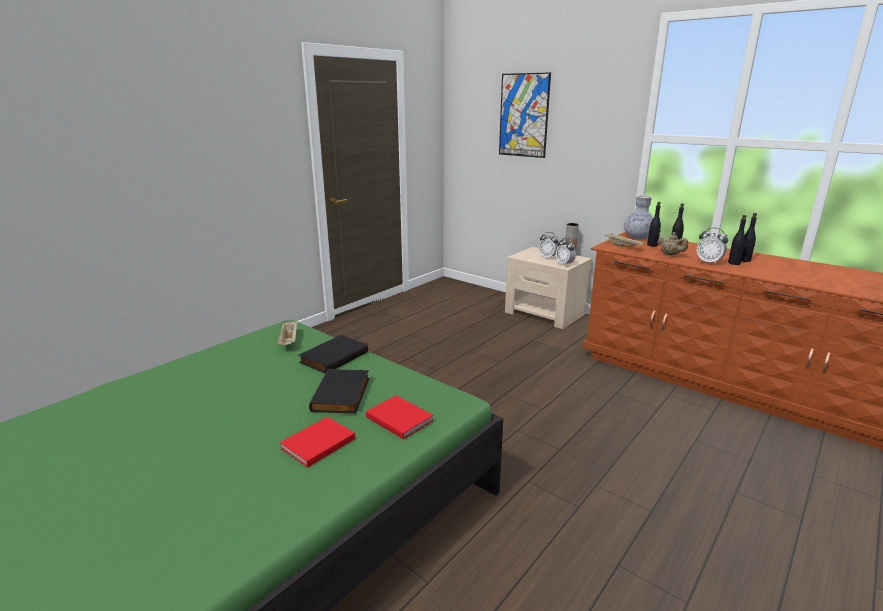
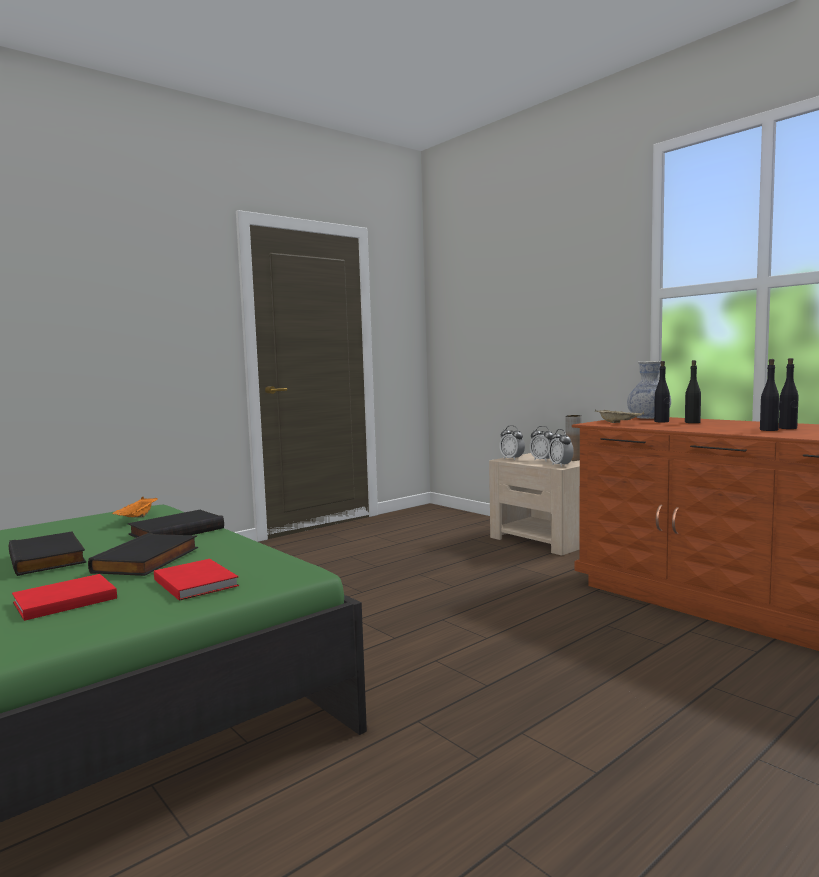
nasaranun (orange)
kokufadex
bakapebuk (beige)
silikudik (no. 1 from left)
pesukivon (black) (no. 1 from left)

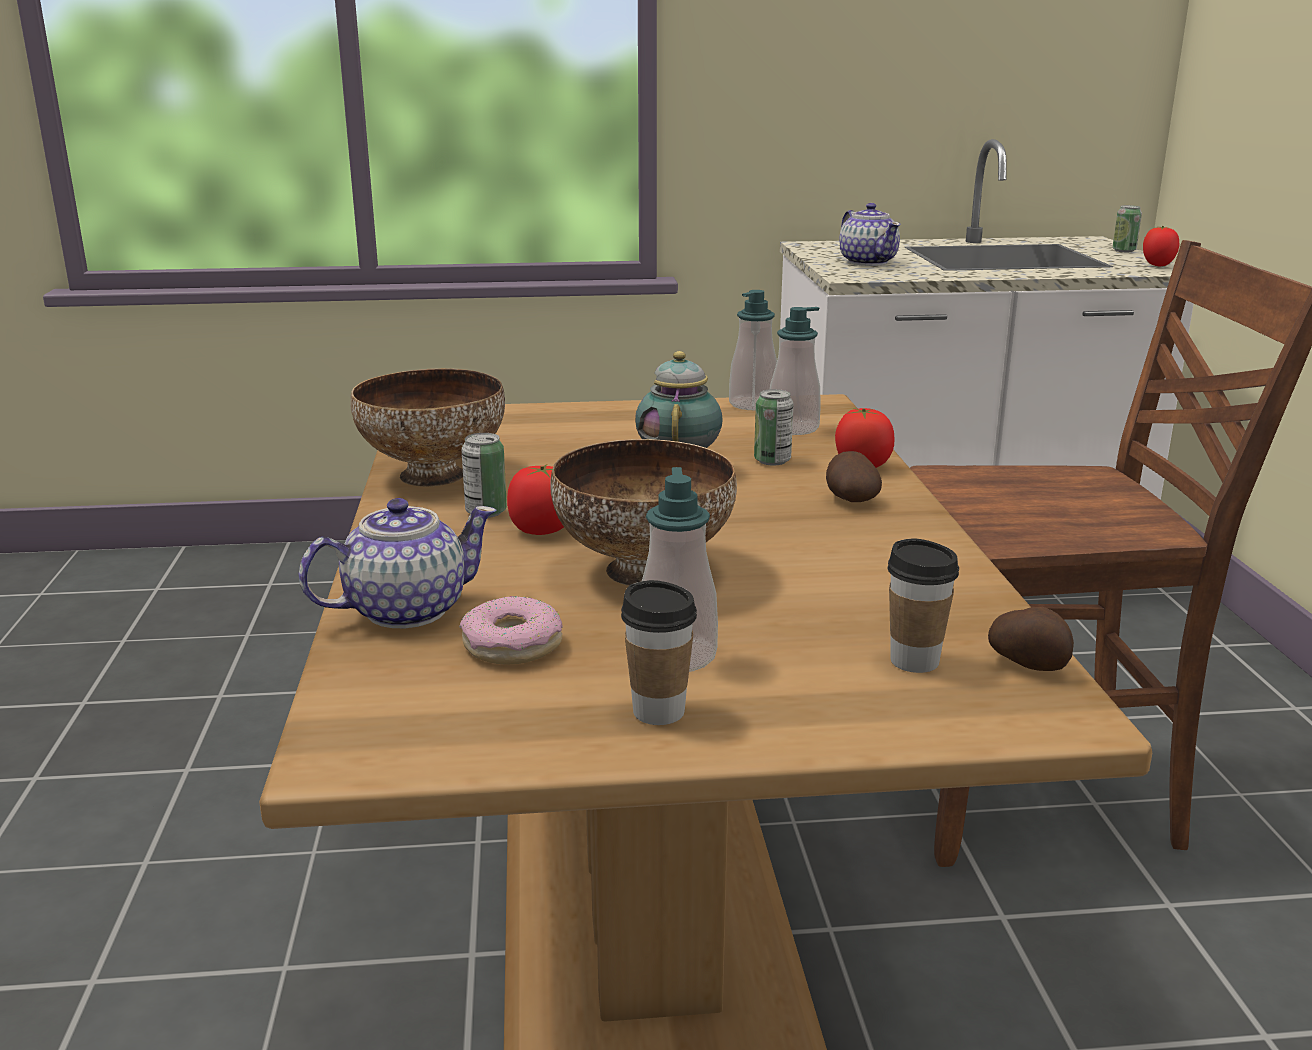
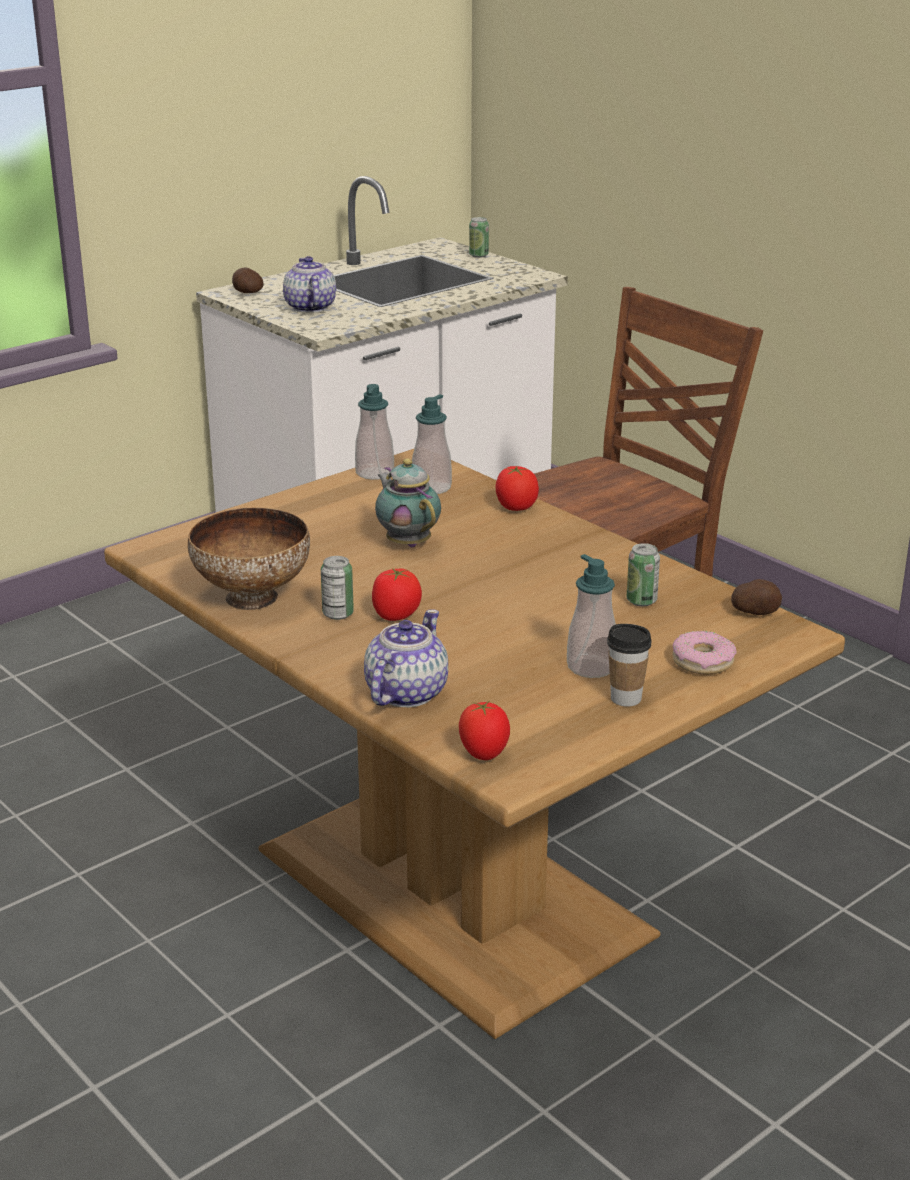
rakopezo
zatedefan (no. 2 from left in the first image)
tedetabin (no. 3 from left)
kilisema (no. 1 from left)
bakapebuk (no. 1 from left)
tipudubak (no. 2 from left in the first image)
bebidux (no. 2 from left)

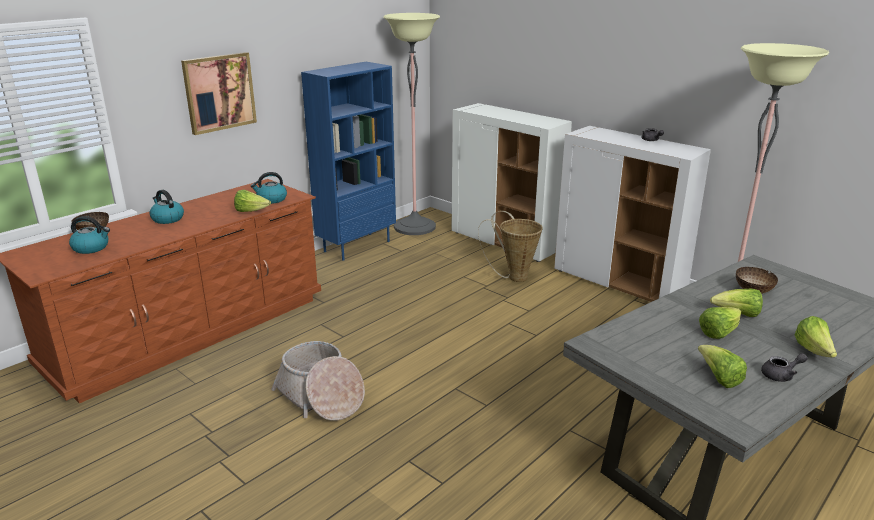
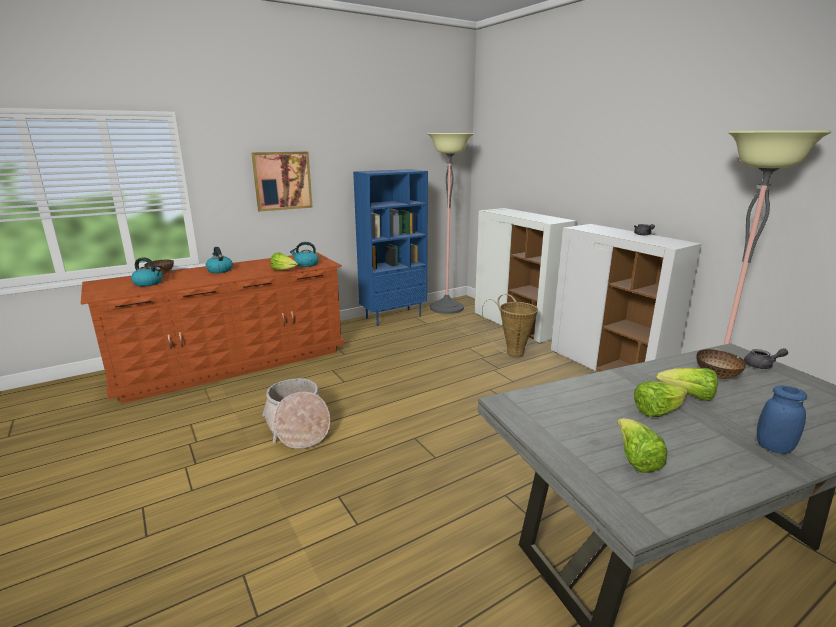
bakapebuk (grey) (no. 2 from left)
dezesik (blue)

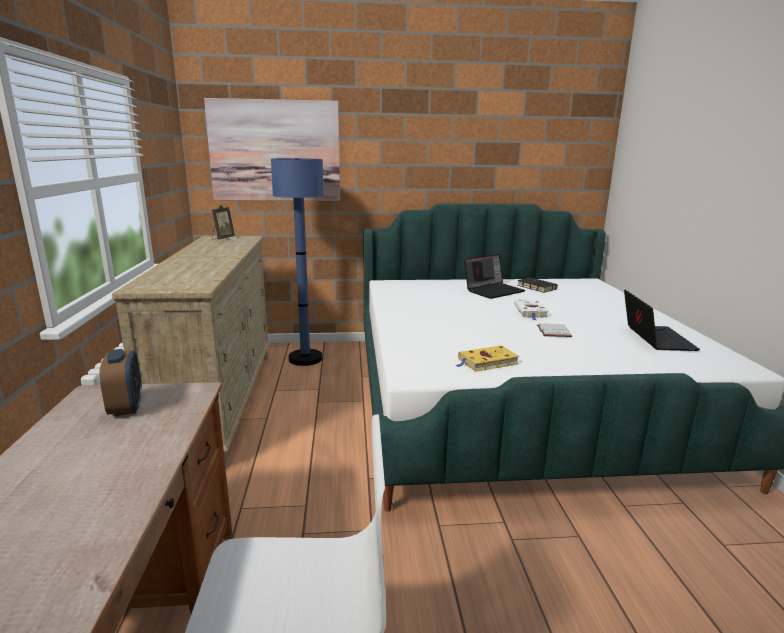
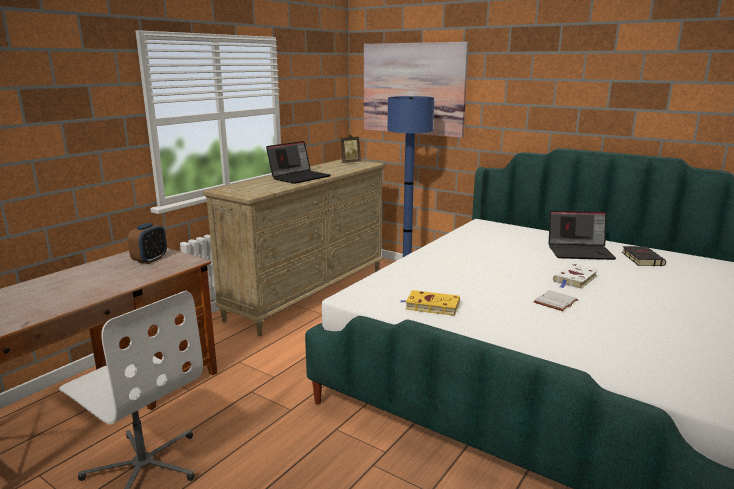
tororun (no. 1 from left)

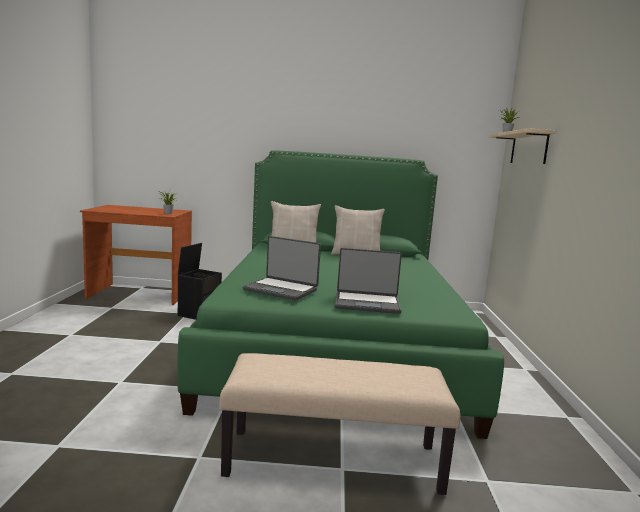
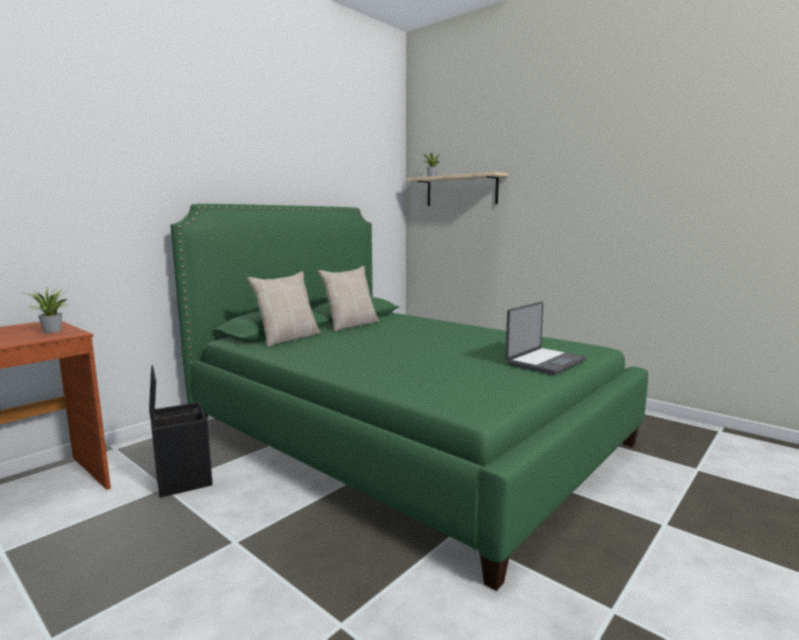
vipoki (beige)
tororun (no. 1 from left in the first image)

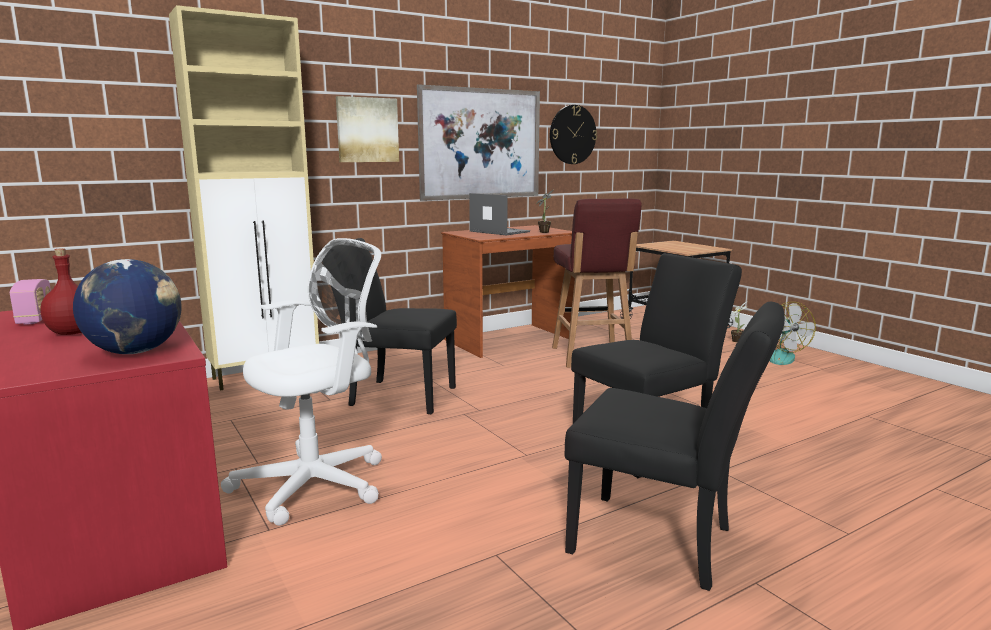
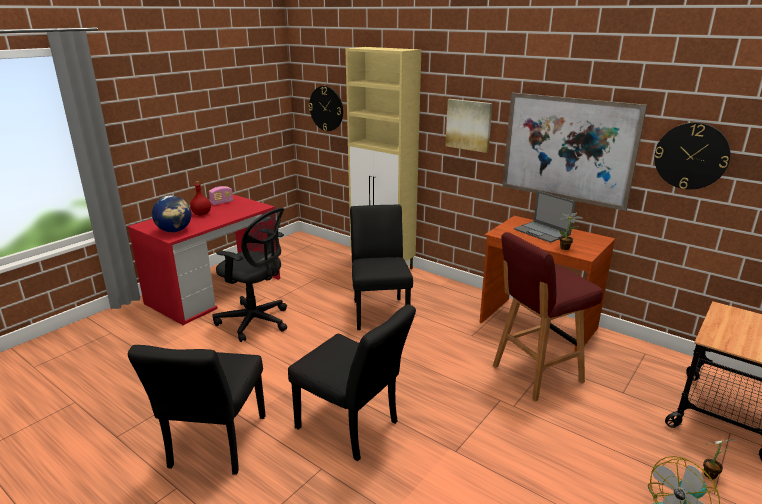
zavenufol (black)
tororun
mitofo (no. 1 from left)

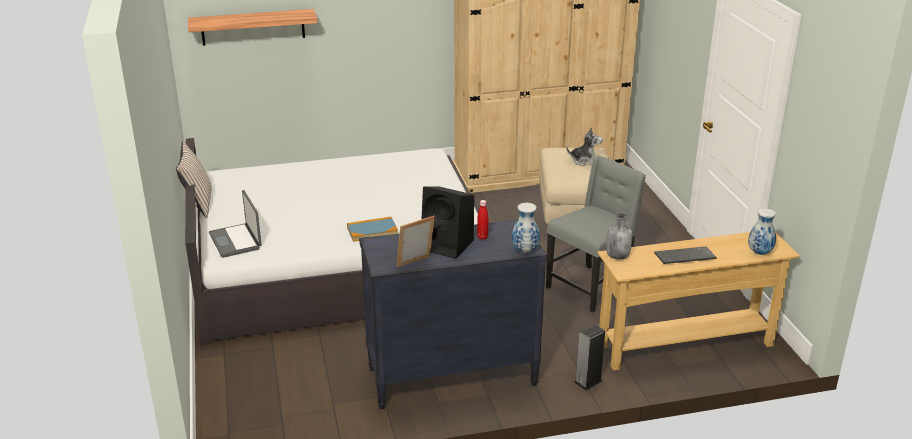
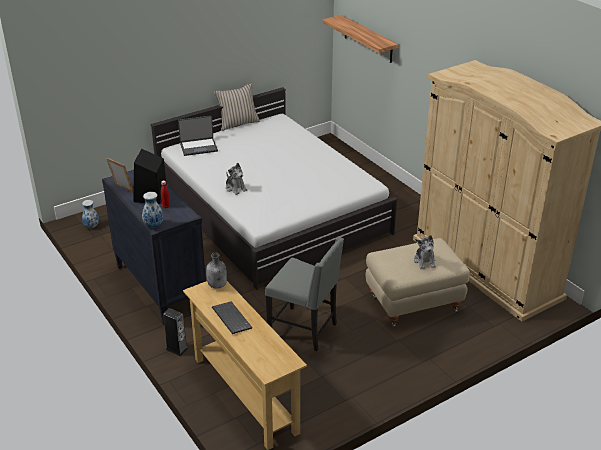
tororun
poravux (no. 1 from left)
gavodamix (no. 1 from left)

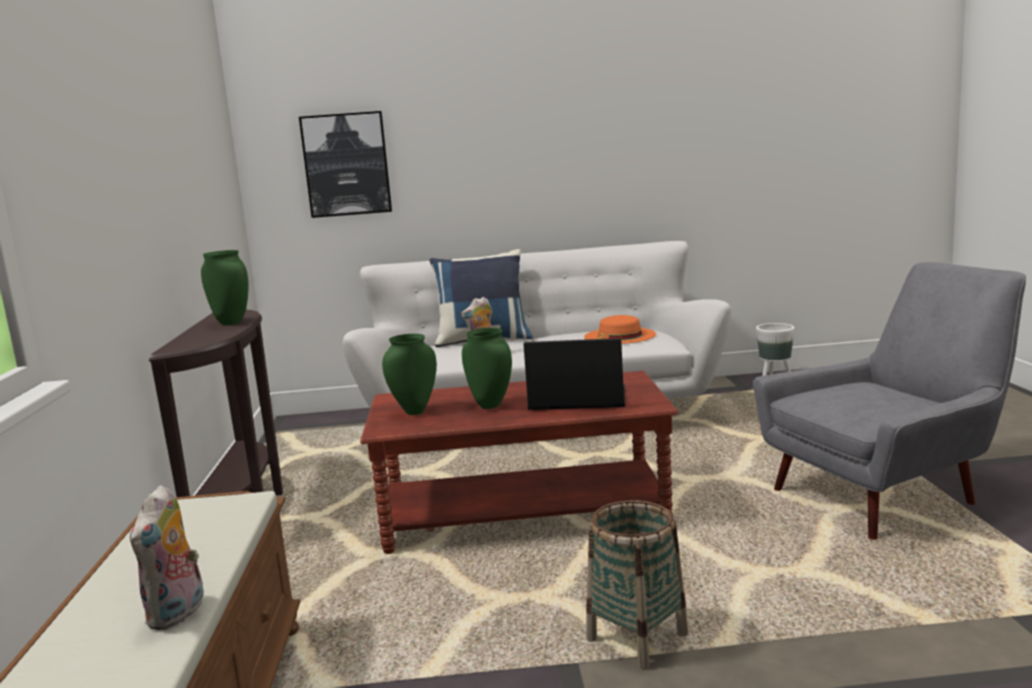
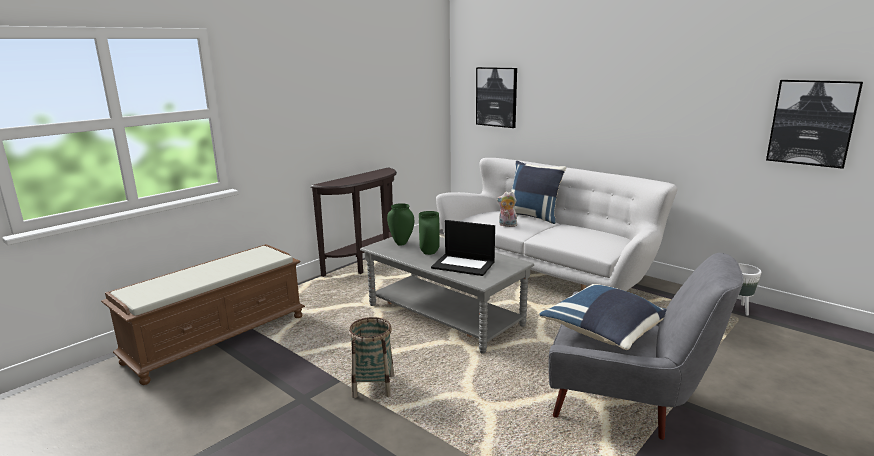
poravux (no. 1 from left in the first image)
gavodamix (green) (no. 1 from left in the first image)
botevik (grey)
tororun
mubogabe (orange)
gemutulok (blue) (no. 2 from left)
kokufadex (no. 2 from left)

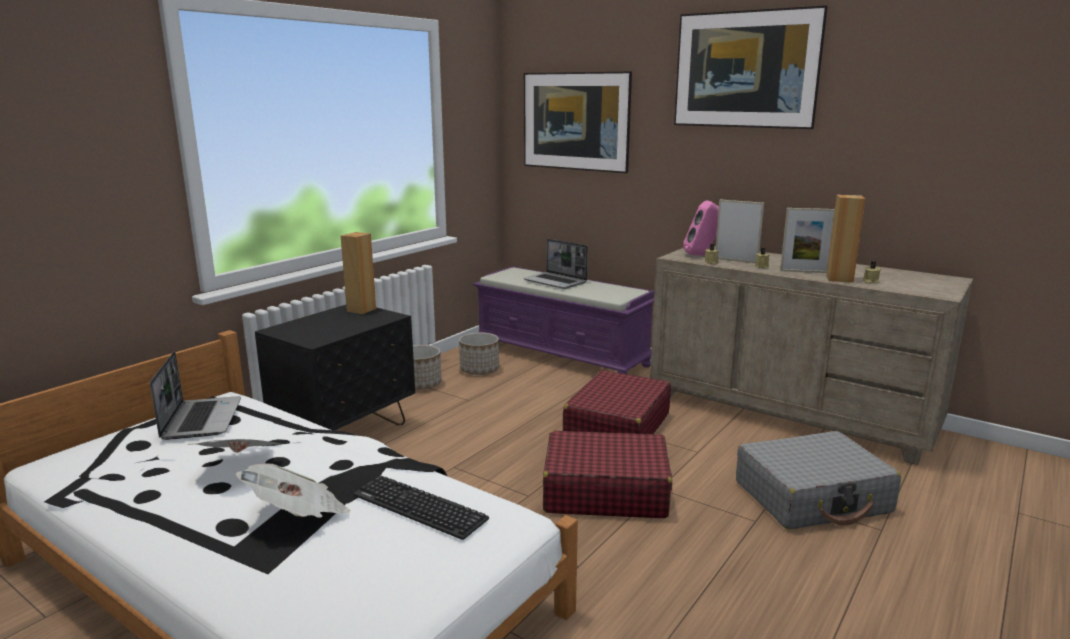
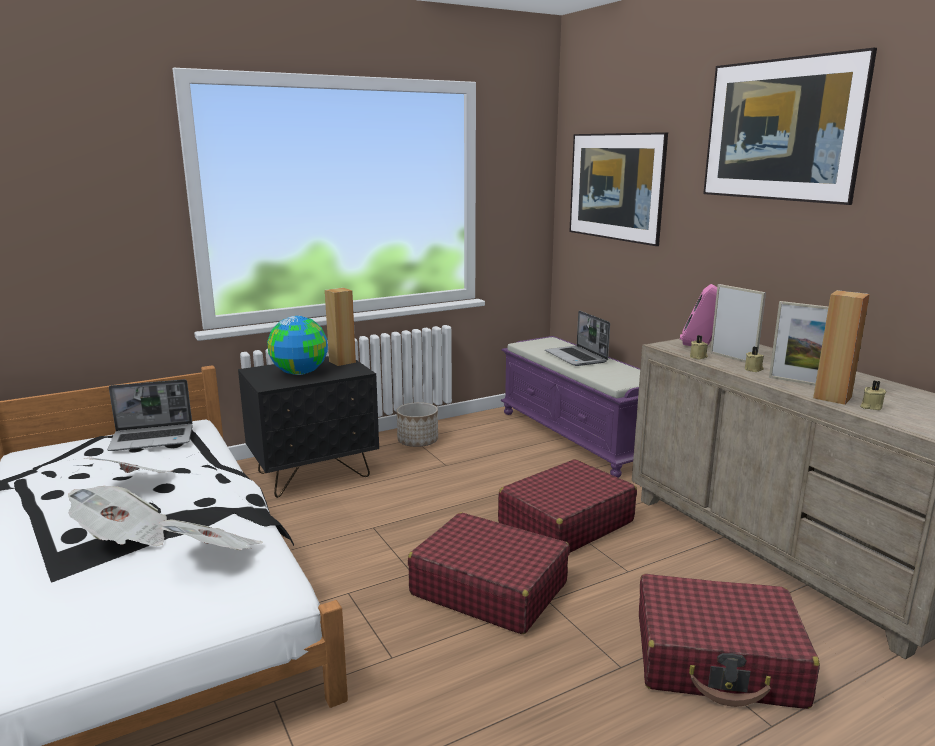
tororun (no. 1 from left)
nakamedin (no. 3 from left)
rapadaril (no. 2 from left in the first image)
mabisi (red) (no. 3 from left)
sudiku

